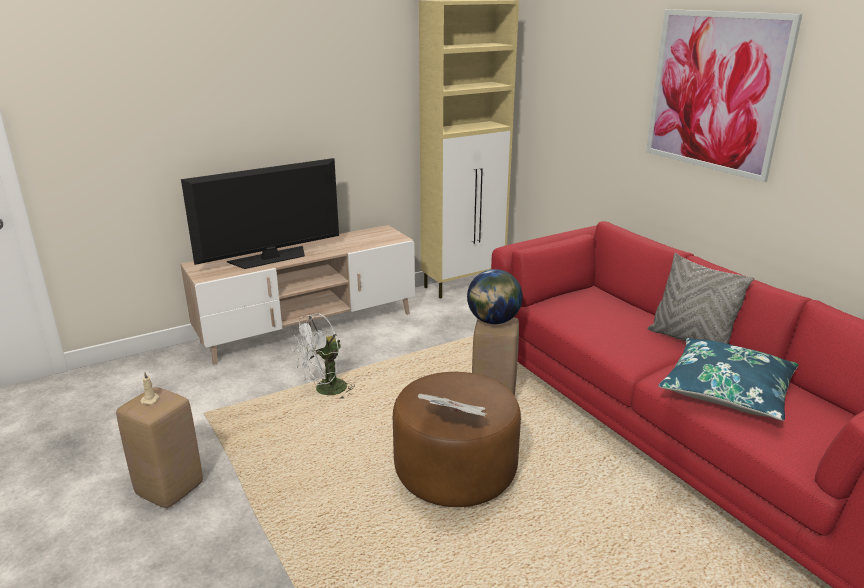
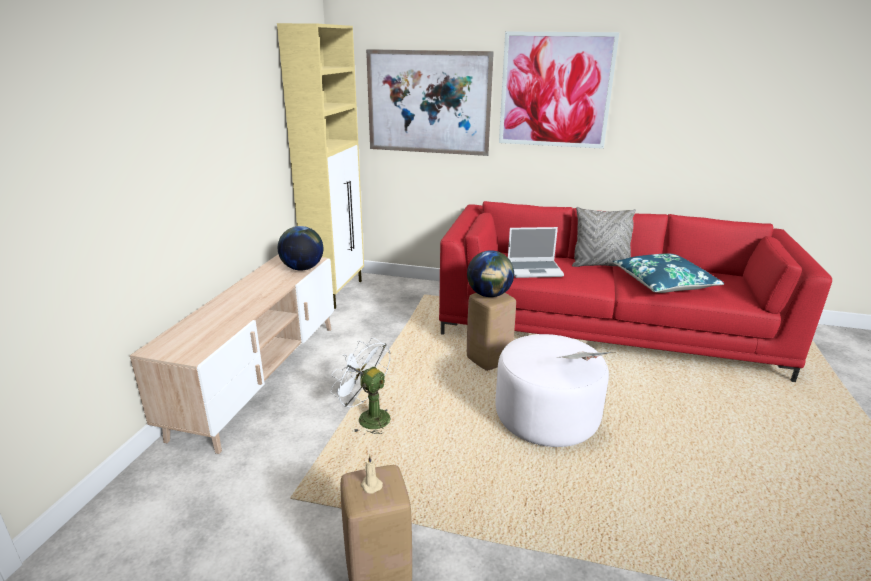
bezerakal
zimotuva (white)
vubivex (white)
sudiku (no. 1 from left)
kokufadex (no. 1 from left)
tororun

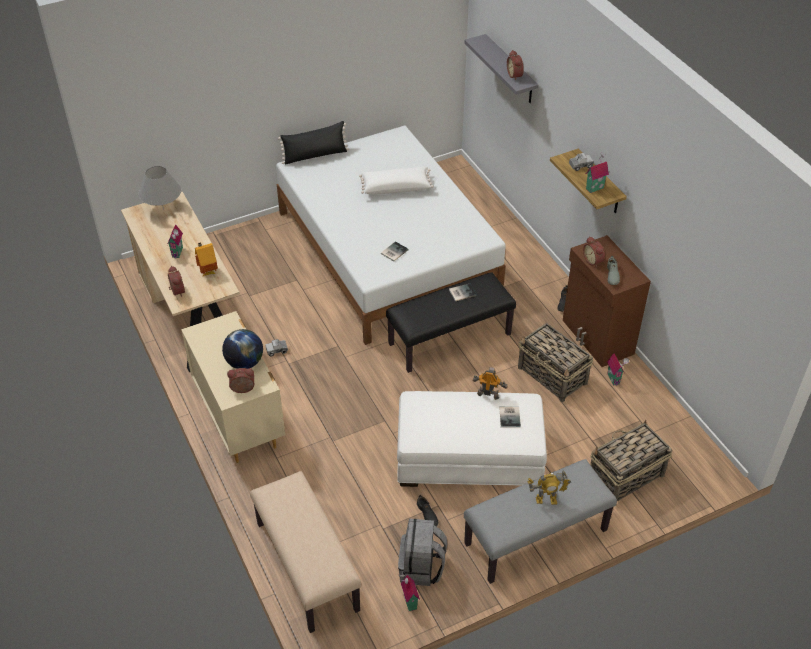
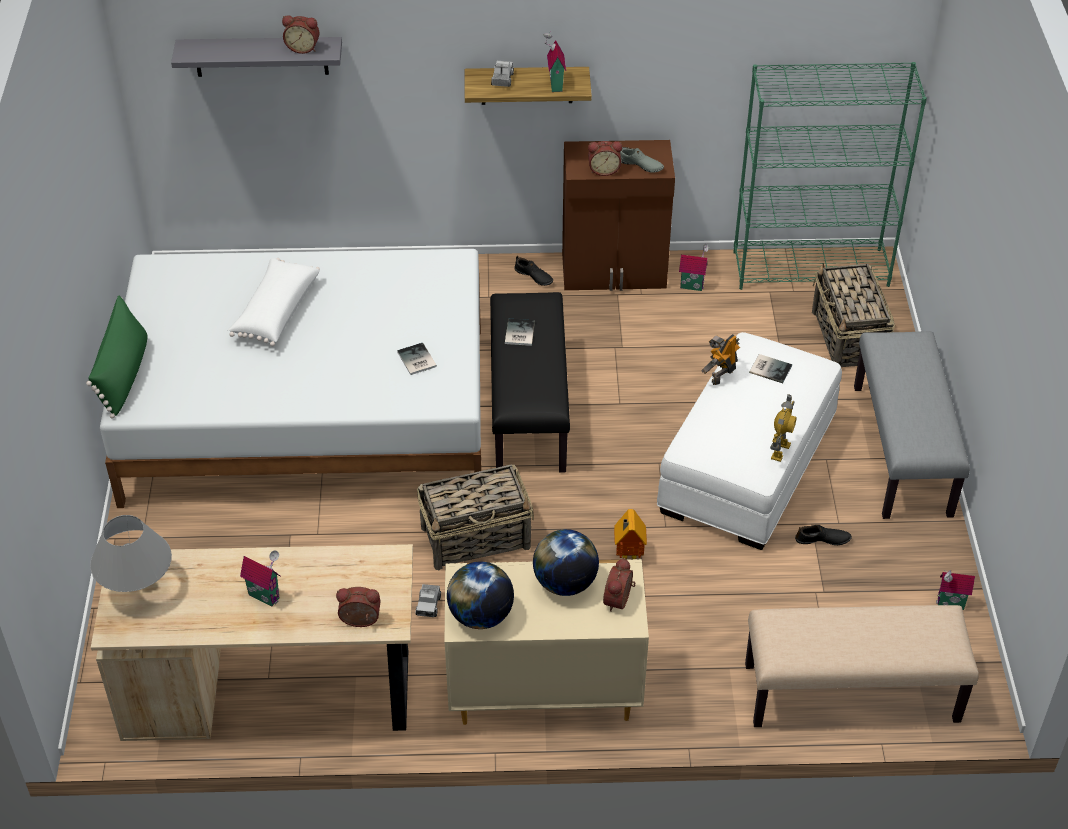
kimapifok (no. 3 from left)
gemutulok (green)
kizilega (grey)
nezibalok (no. 1 from left)
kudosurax (no. 2 from left)
sudiku (no. 1 from left)
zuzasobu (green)

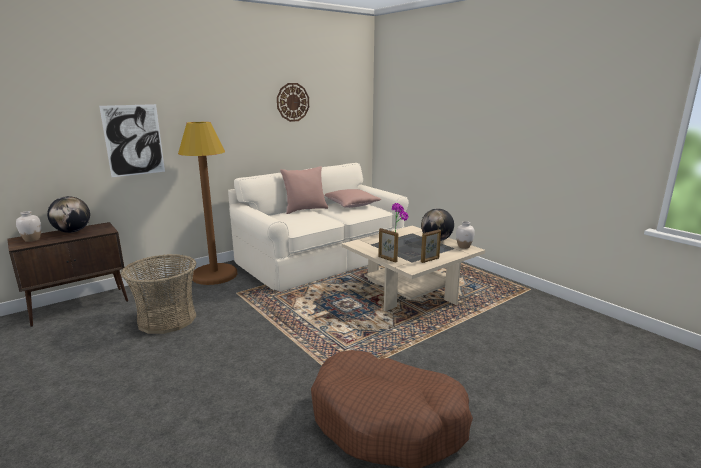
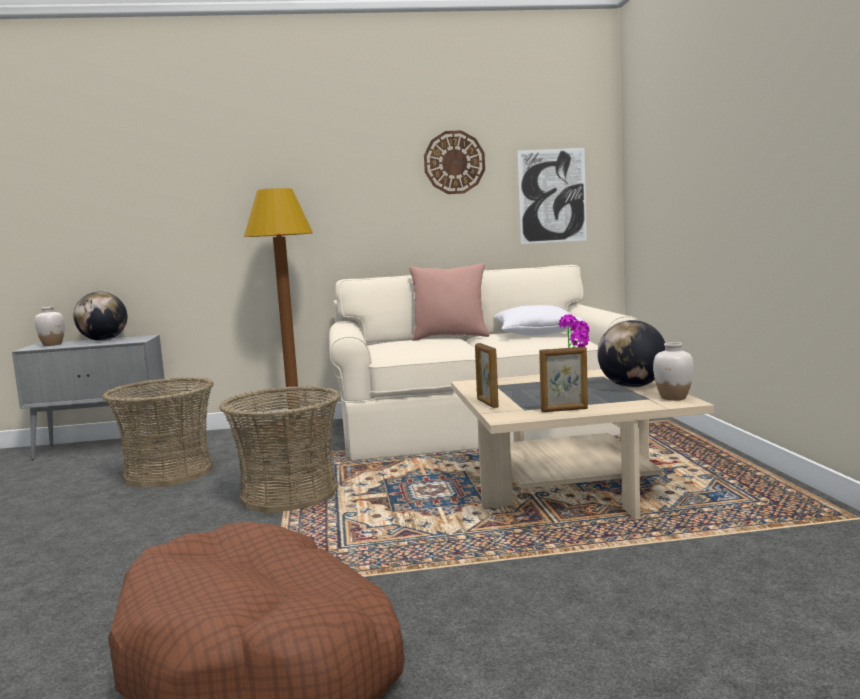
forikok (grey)
kokufadex
gemutulok (white)
nezibalok (no. 2 from left)

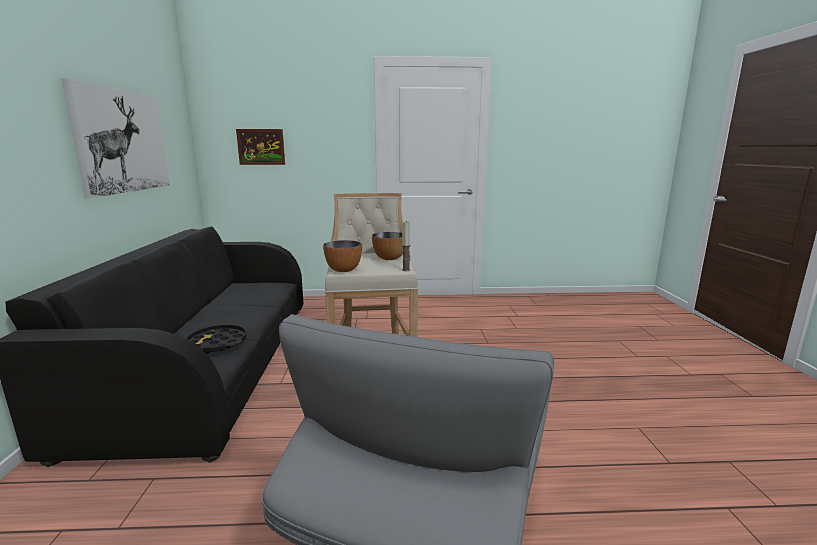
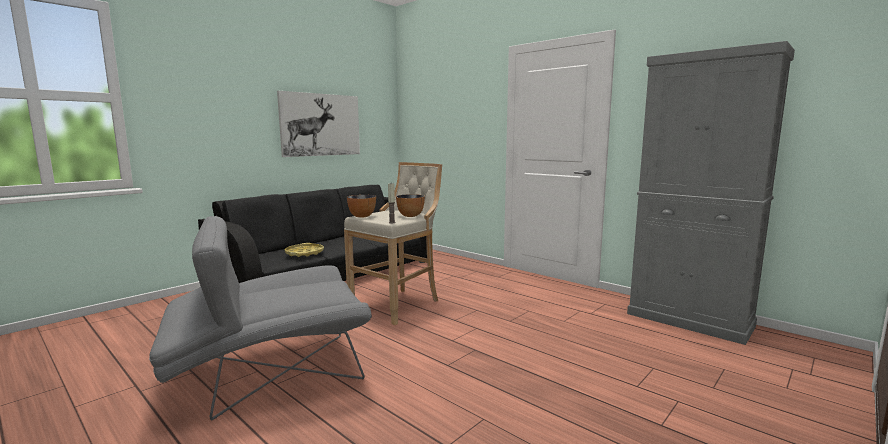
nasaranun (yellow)
kokufadex (no. 2 from left in the first image)
forikok (grey)

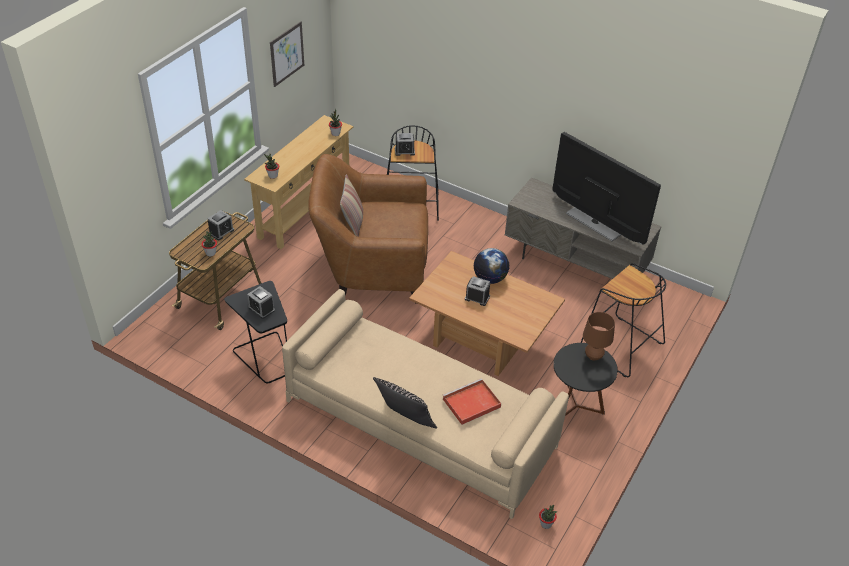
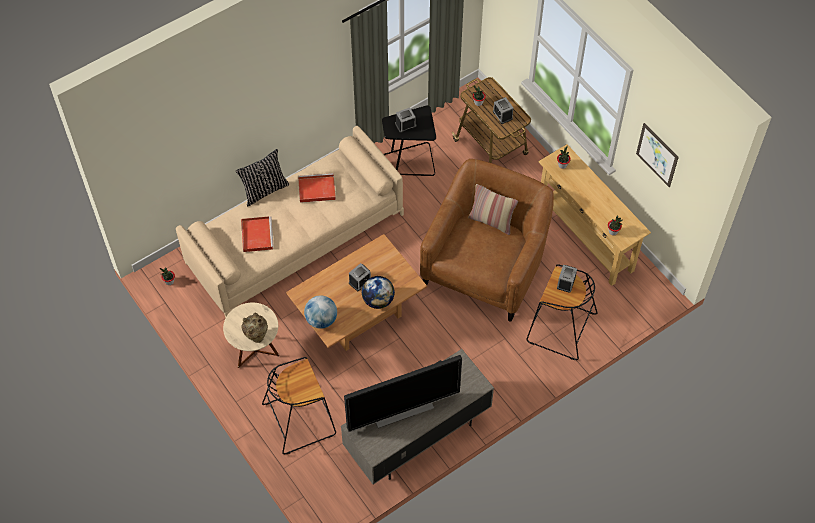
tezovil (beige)
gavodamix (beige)
nasaranun (red) (no. 2 from left)
sudiku (no. 1 from left)

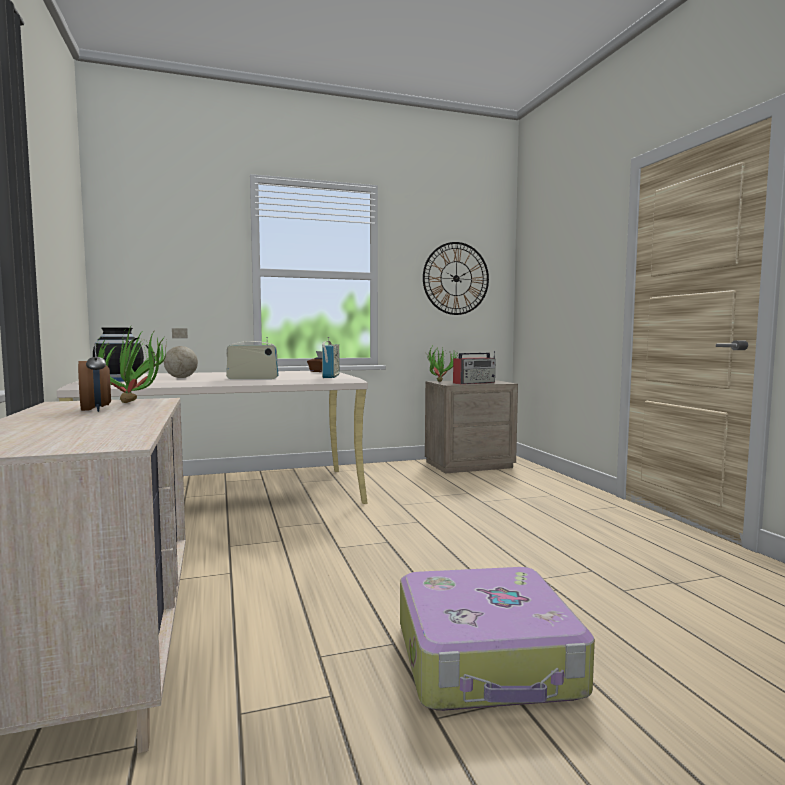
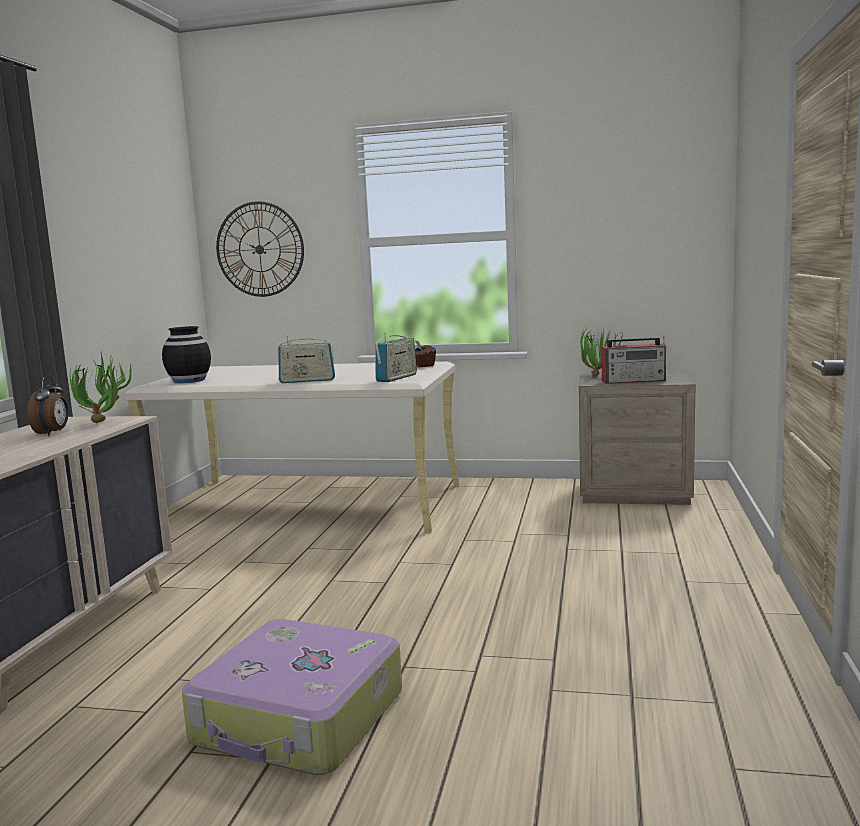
sudiku
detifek (no. 1 from left)
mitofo

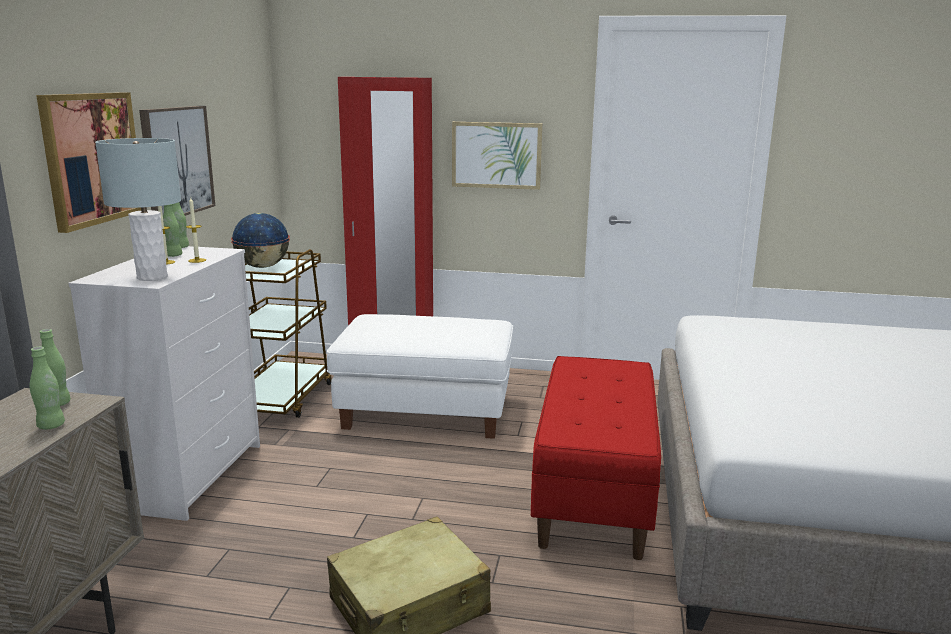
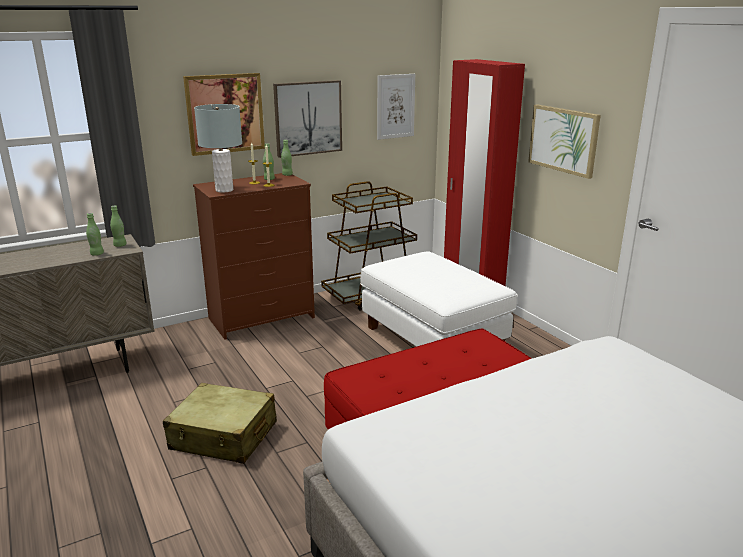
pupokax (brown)
sudiku
kokufadex (no. 3 from left)

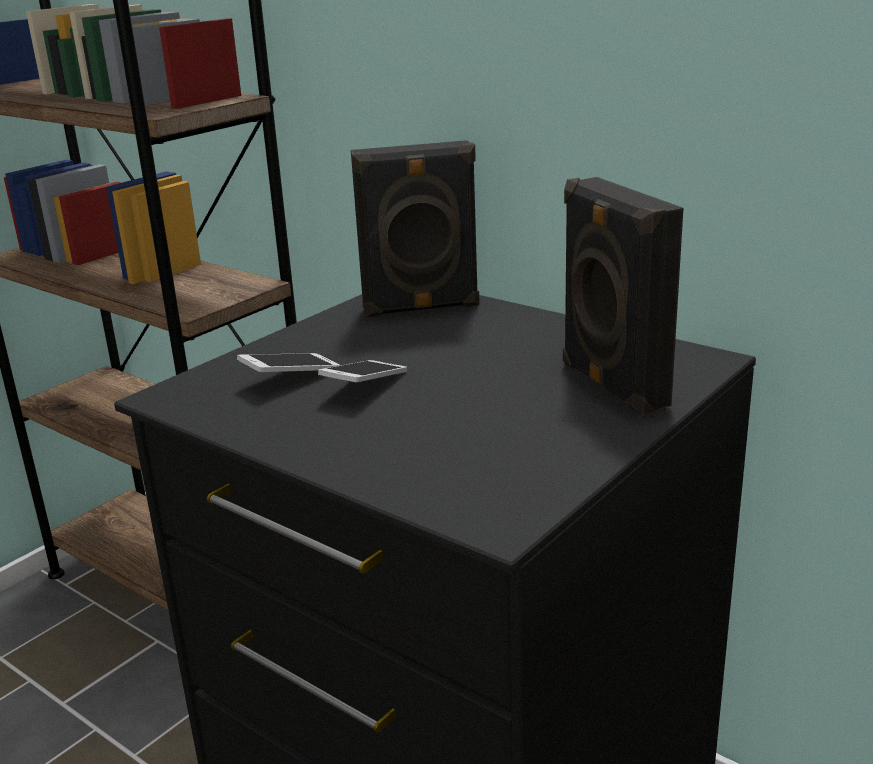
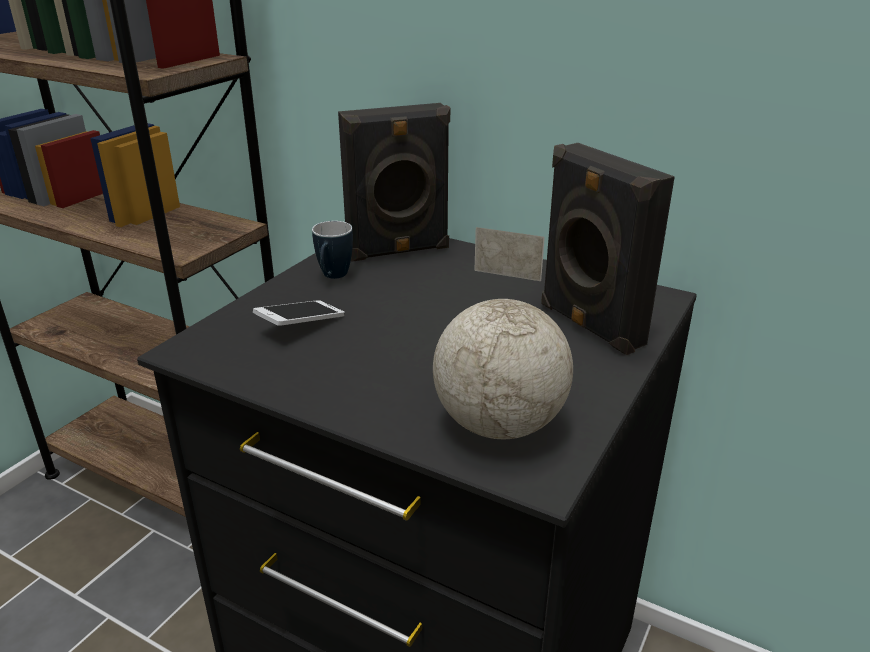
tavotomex (no. 2 from left in the first image)
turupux
sudiku

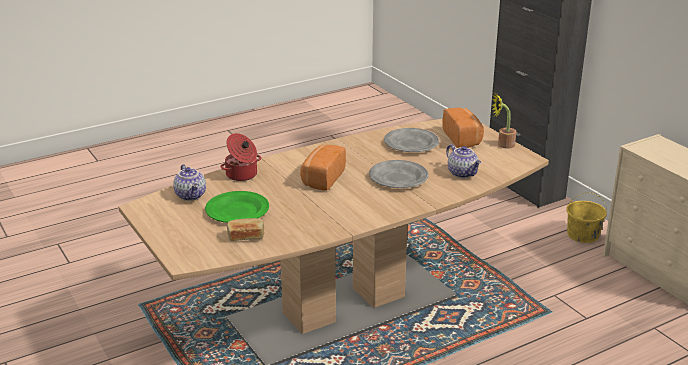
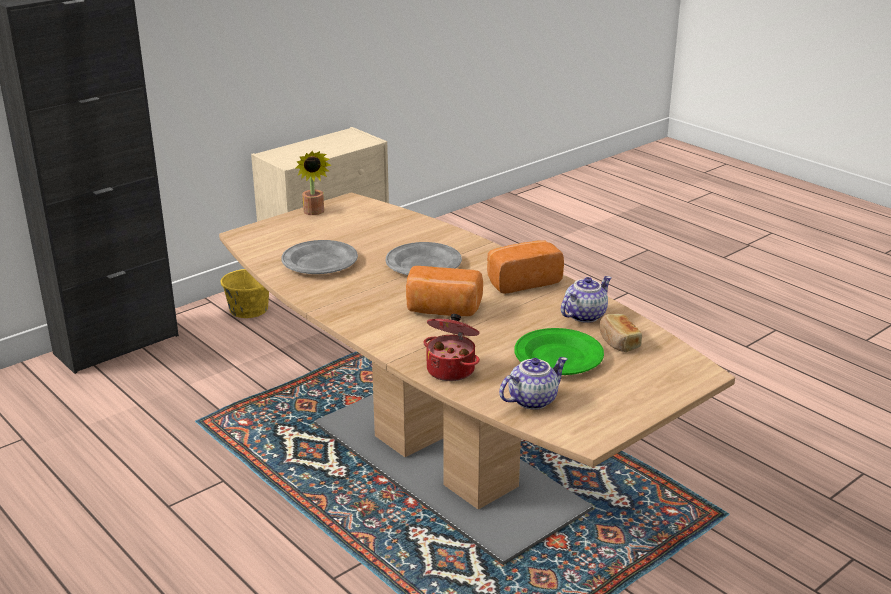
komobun (no. 2 from left)
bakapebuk (no. 2 from left)

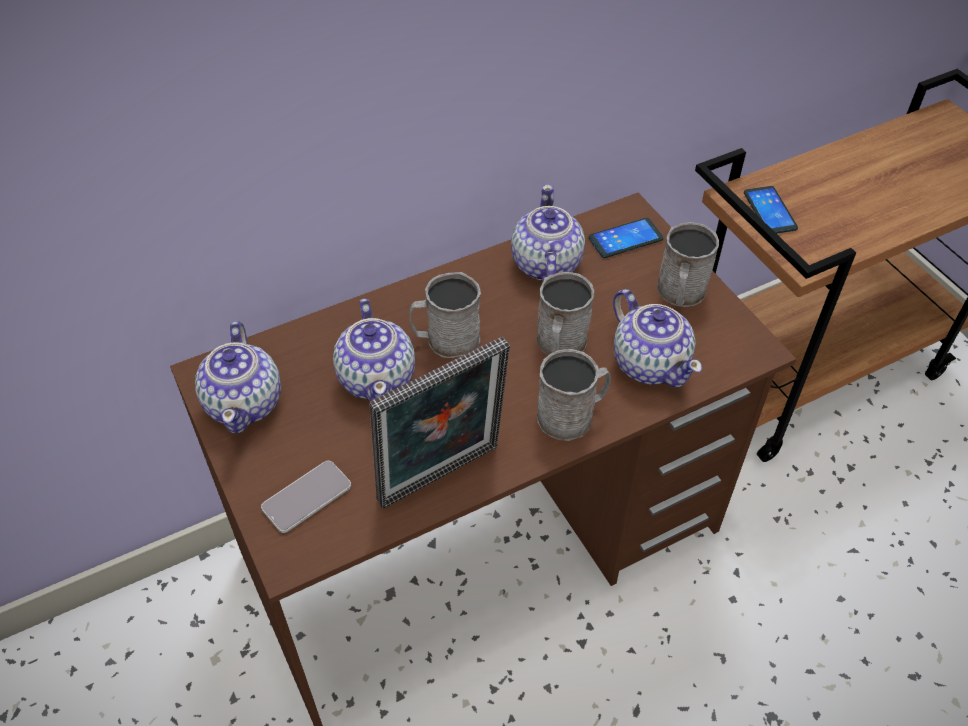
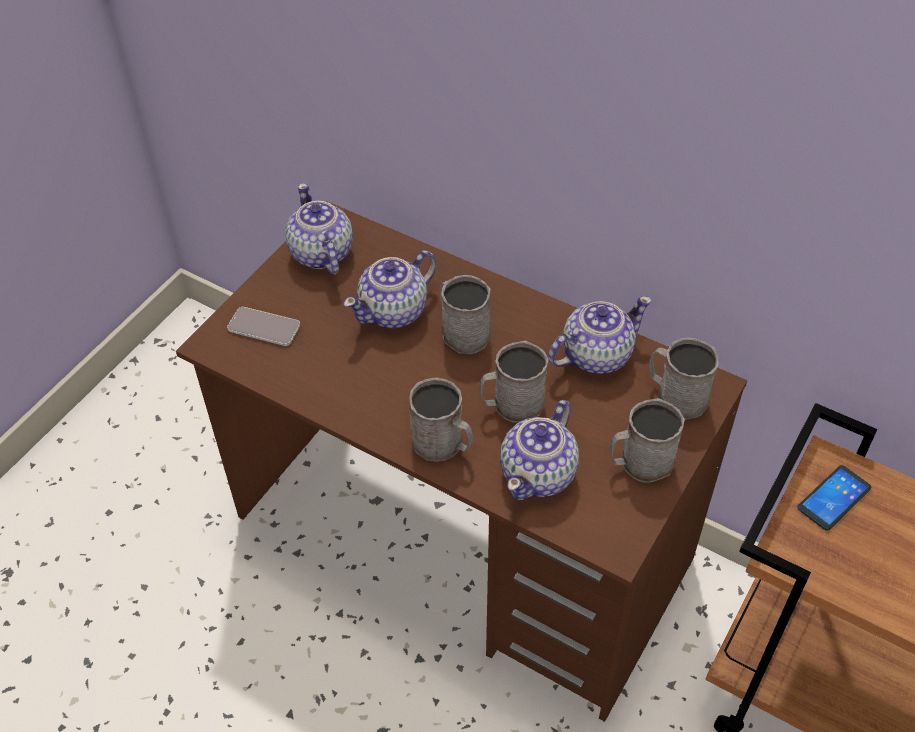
bakapebuk (no. 1 from left)
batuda
turupux (grey) (no. 5 from left)

